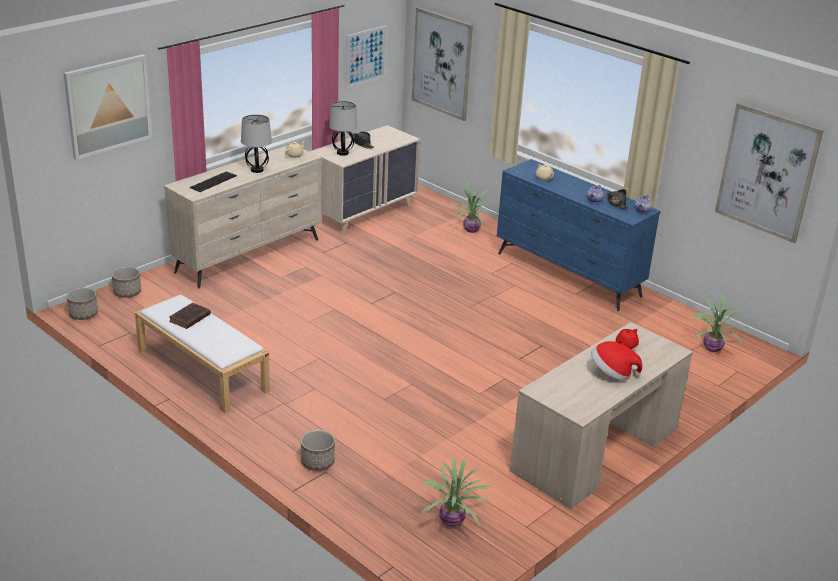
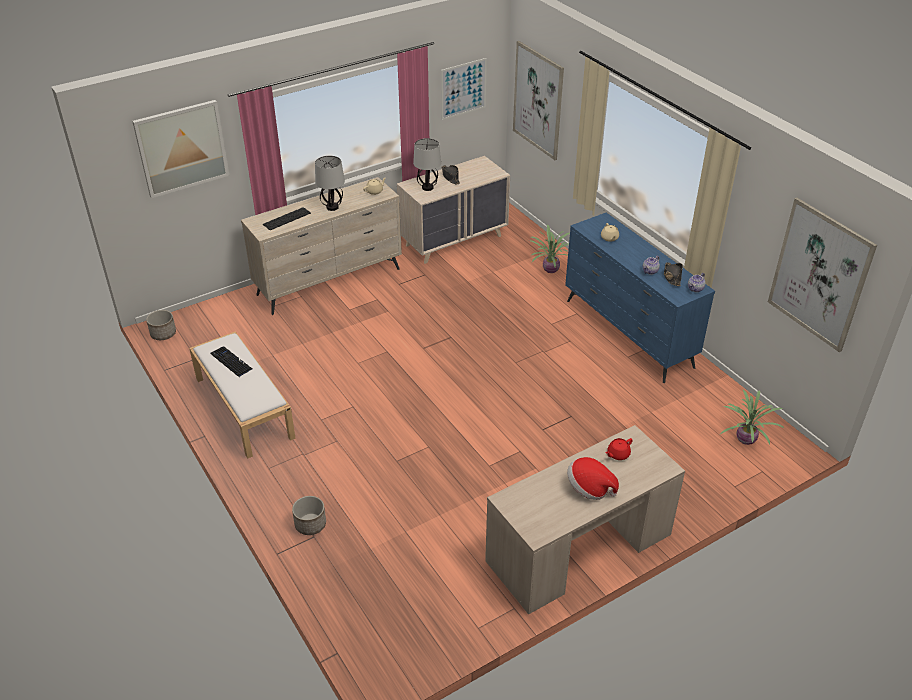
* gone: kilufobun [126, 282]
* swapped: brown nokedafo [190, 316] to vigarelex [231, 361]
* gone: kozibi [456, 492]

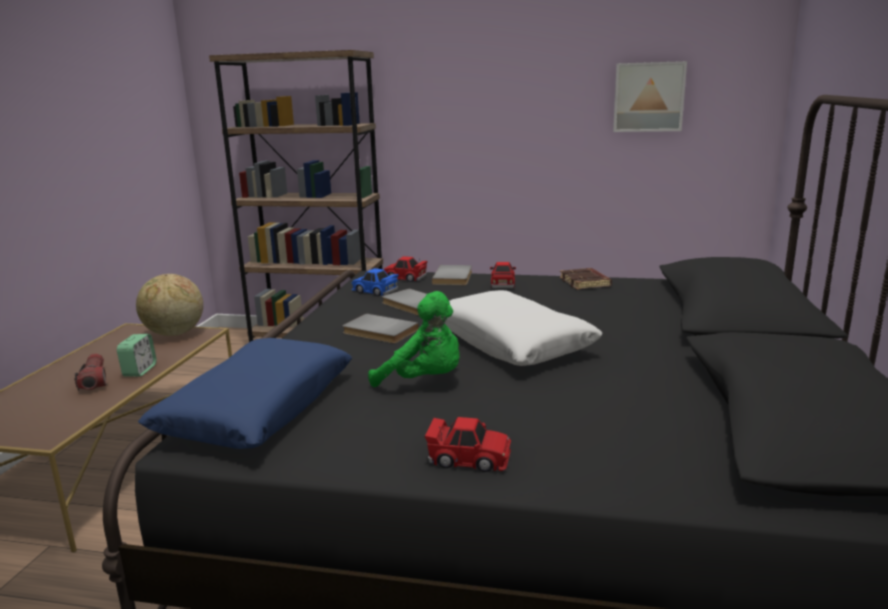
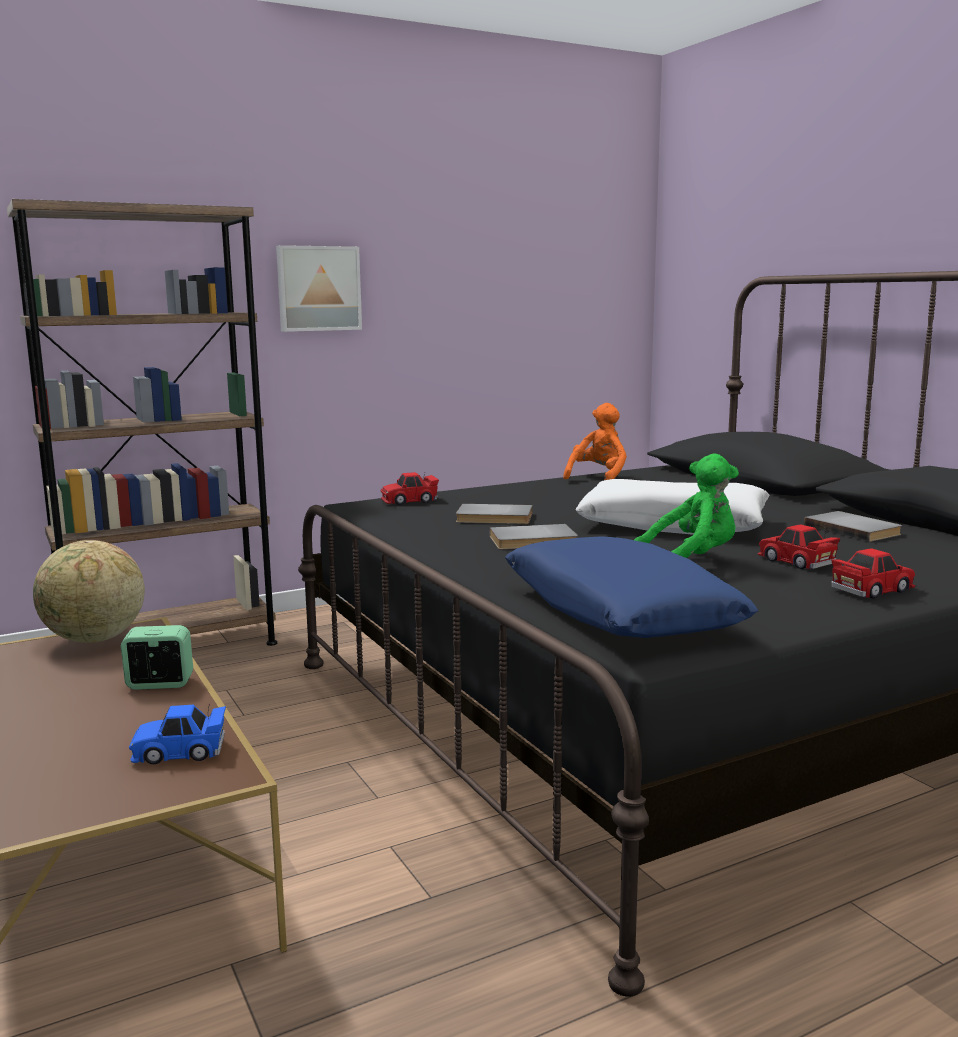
* shifted: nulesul [650, 96] to [319, 288]
* shifted: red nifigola [503, 275] to [799, 546]
* shifted: grey nokedafo [452, 275] to [853, 526]
* shifted: blue nifigola [375, 282] to [177, 734]
* swapped: brown nokedafo [586, 279] to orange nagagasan [595, 441]
* rotated: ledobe [137, 355] = [157, 657] 60 degrees counterclockwise
* gone: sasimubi [90, 372]

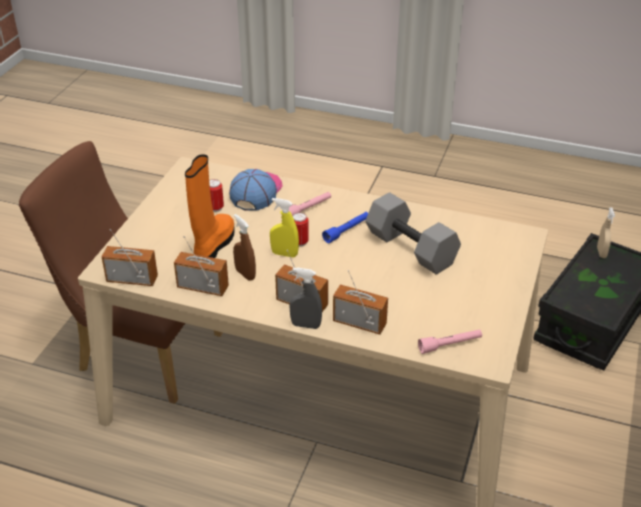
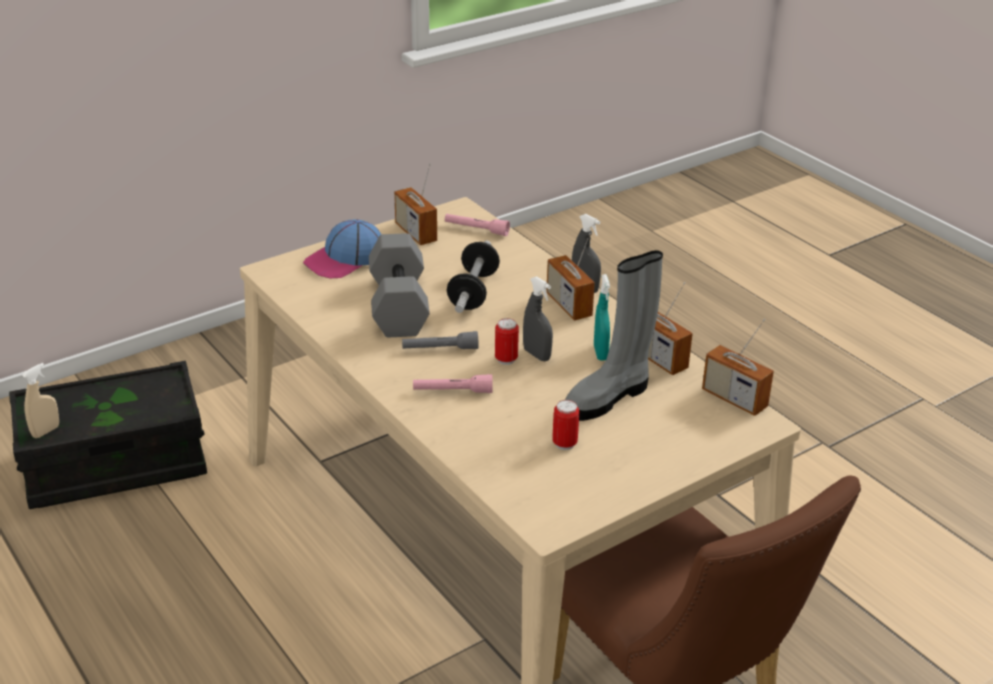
* repainted: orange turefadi [210, 206] to grey turefadi [614, 335]
* shifted: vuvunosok [255, 190] to [342, 248]
* repainted: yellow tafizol [284, 227] to grey tafizol [538, 318]
* repainted: blue sasimubi [345, 227] to grey sasimubi [440, 340]
* repainted: brown tafizol [244, 247] to turquoise tafizol [602, 317]
* shifted: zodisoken [360, 302] to [415, 204]
* new: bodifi [473, 276]

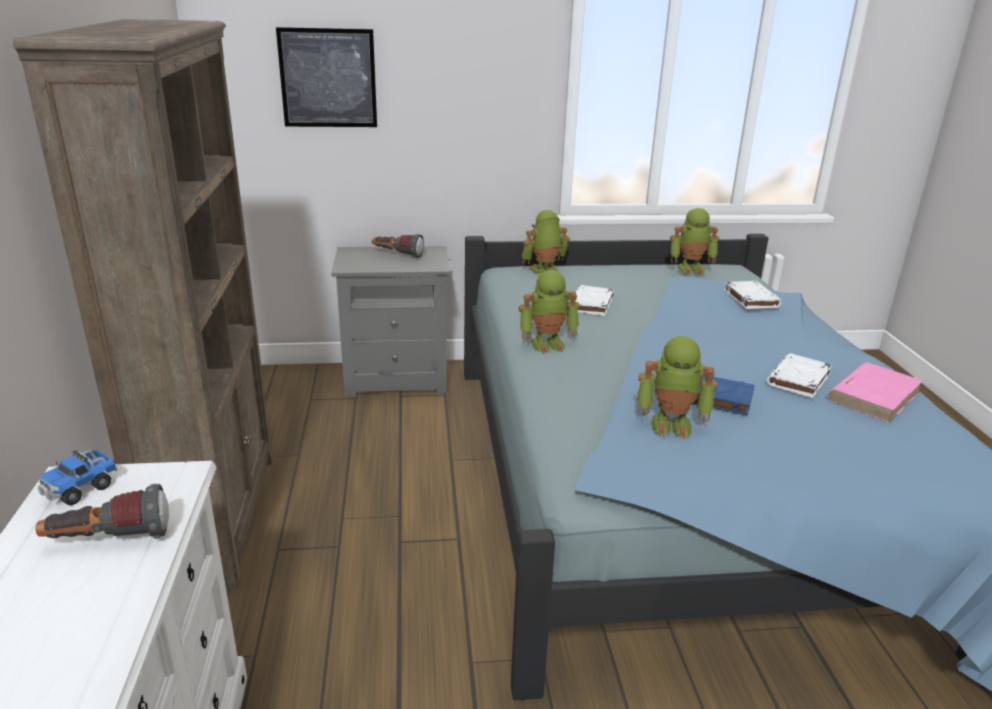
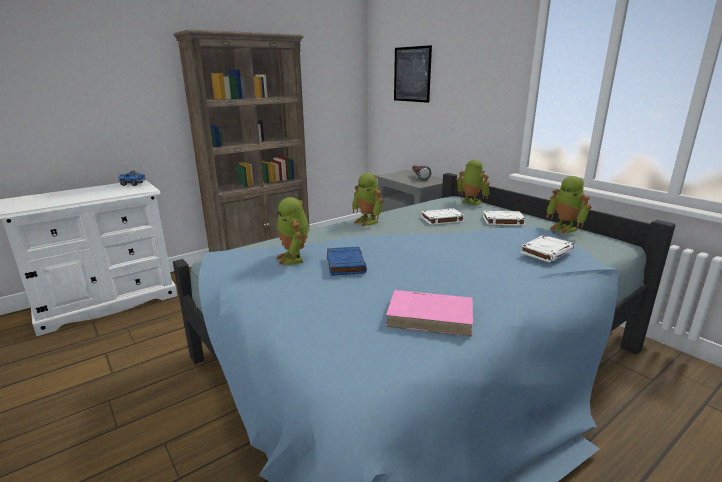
* shifted: white nokedafo [799, 375] to [504, 218]
* gone: sasimubi [102, 511]

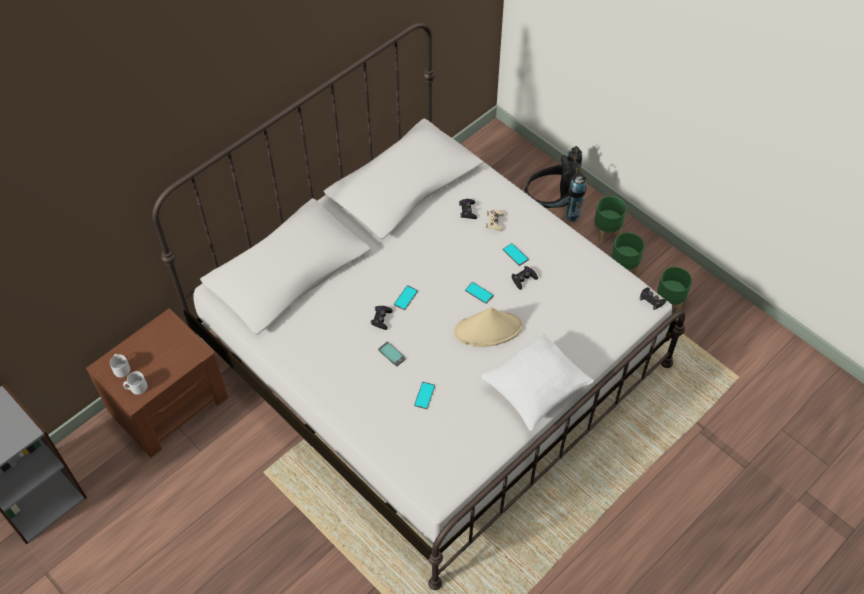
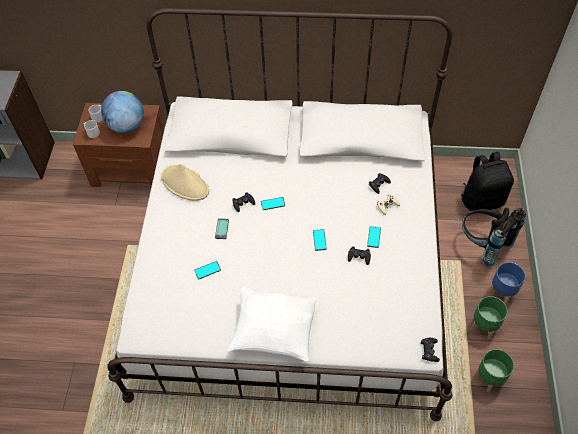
* repainted: green kilufobun [610, 219] to blue kilufobun [507, 283]
* shifted: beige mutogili [488, 327] to [185, 182]
* new: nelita [122, 112]
* new: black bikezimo [487, 181]

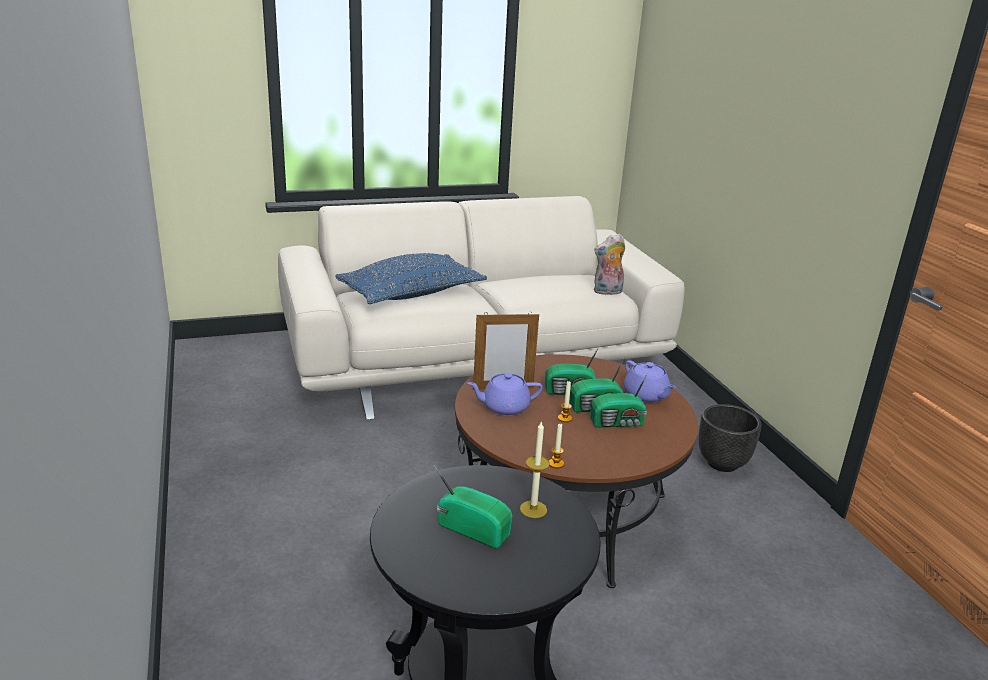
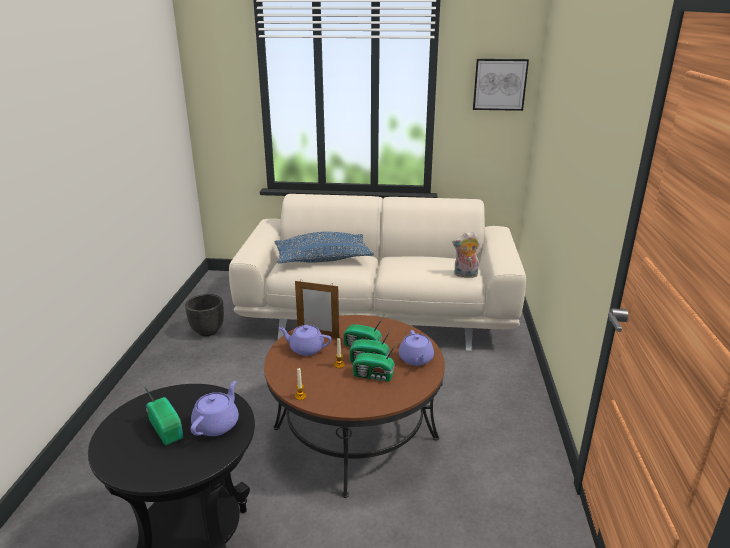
* shifted: black kilufobun [730, 438] to [204, 315]
* swapped: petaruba [535, 469] to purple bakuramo [214, 408]
* new: nulesul [501, 85]

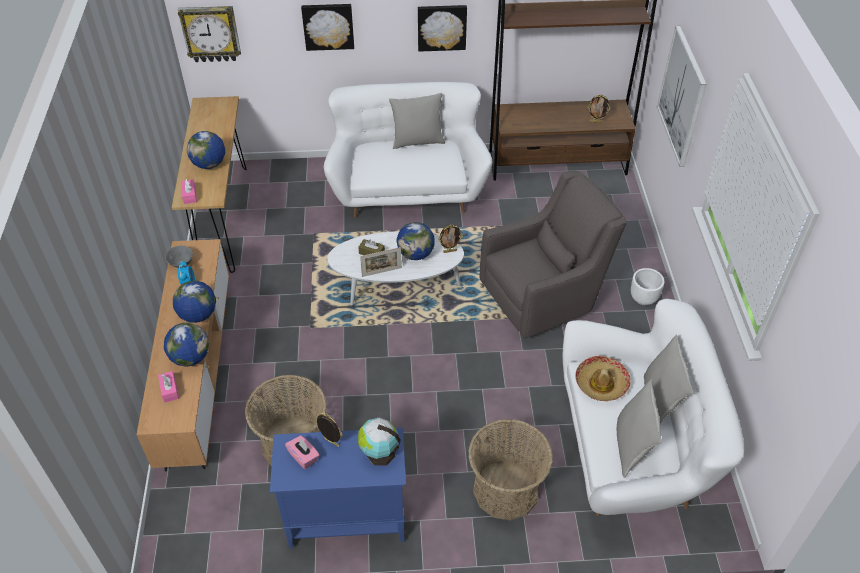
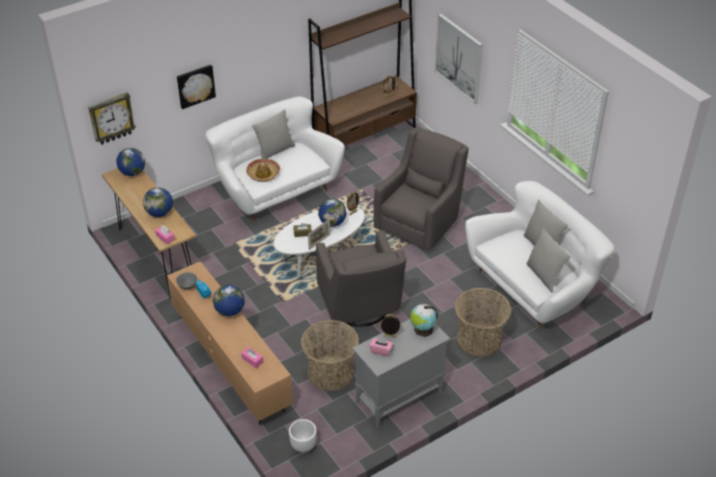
* gone: nulesul [442, 28]
* shifted: white kilufobun [647, 286] to [303, 435]
* shifted: nelita [186, 345] to [130, 162]
* shifted: mutogili [603, 379] to [263, 170]
* repainted: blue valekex [338, 488] to grey valekex [401, 373]
* new: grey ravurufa [361, 278]

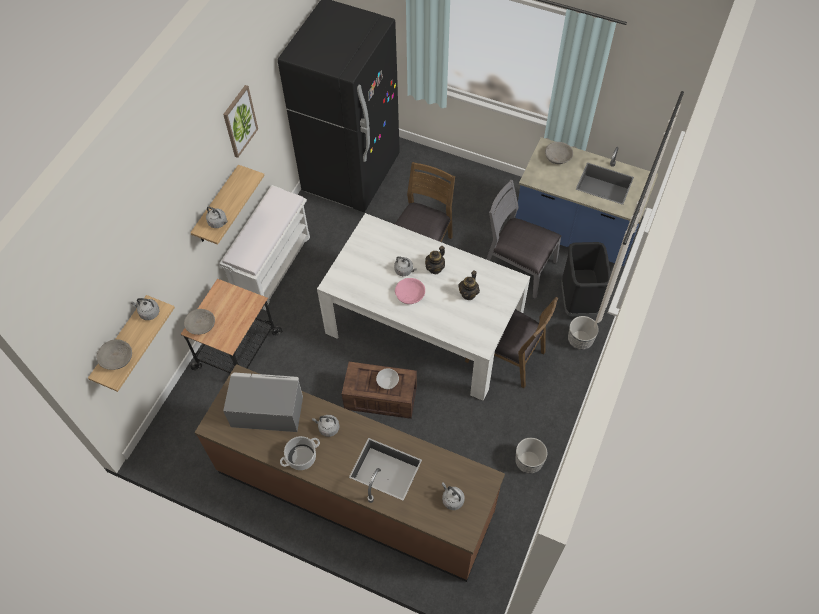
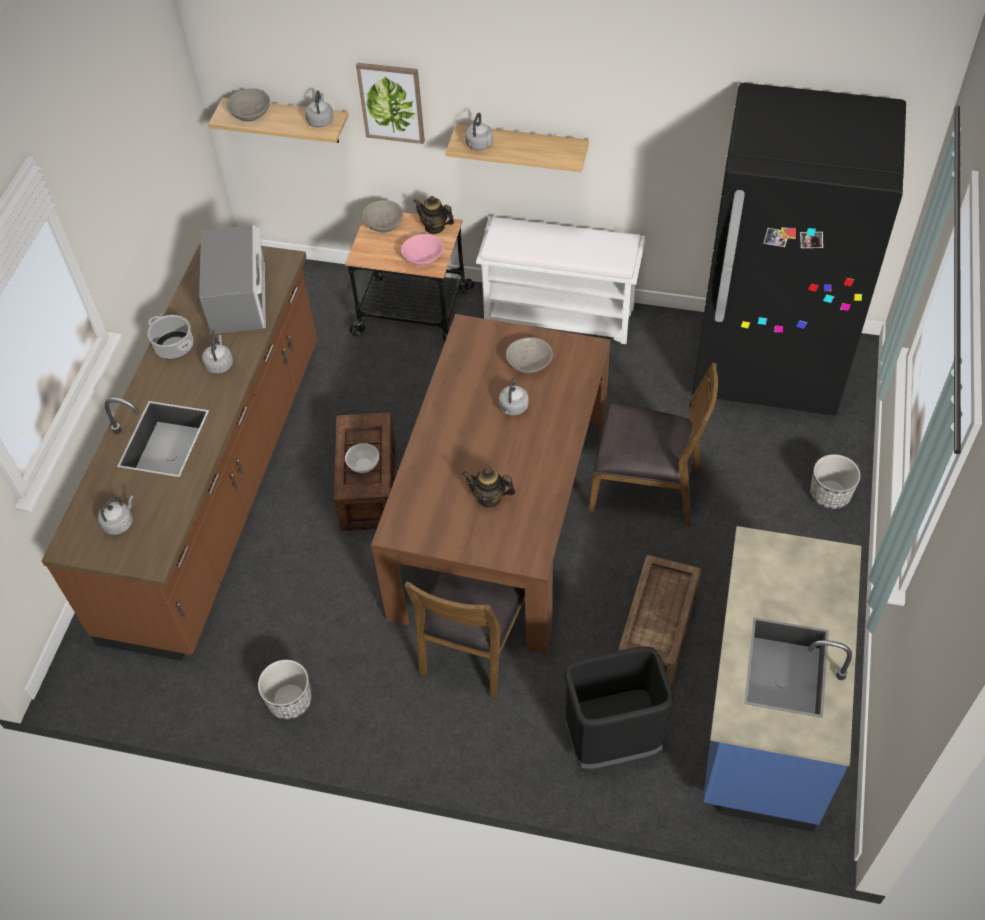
* shifted: nulesul [240, 121] to [390, 103]
* shifted: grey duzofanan [559, 153] to [529, 355]
* swapped: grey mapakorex [523, 239] to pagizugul [659, 621]
* repainted: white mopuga [423, 307] to brown mopuga [490, 484]
* shifted: bakuramo [435, 260] to [434, 215]
* shifted: pink duzofanan [410, 291] to [422, 250]
* shifted: kilufobun [583, 333] to [835, 481]

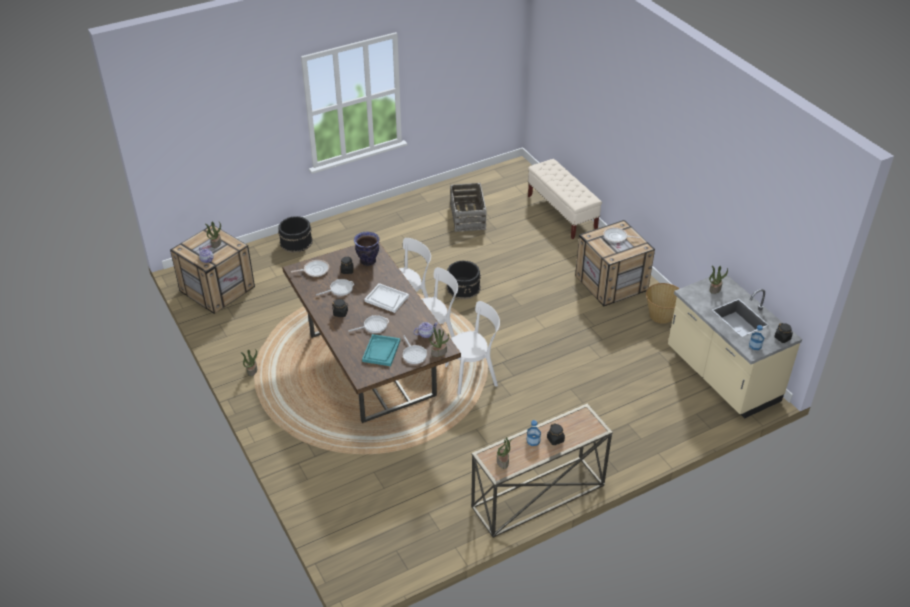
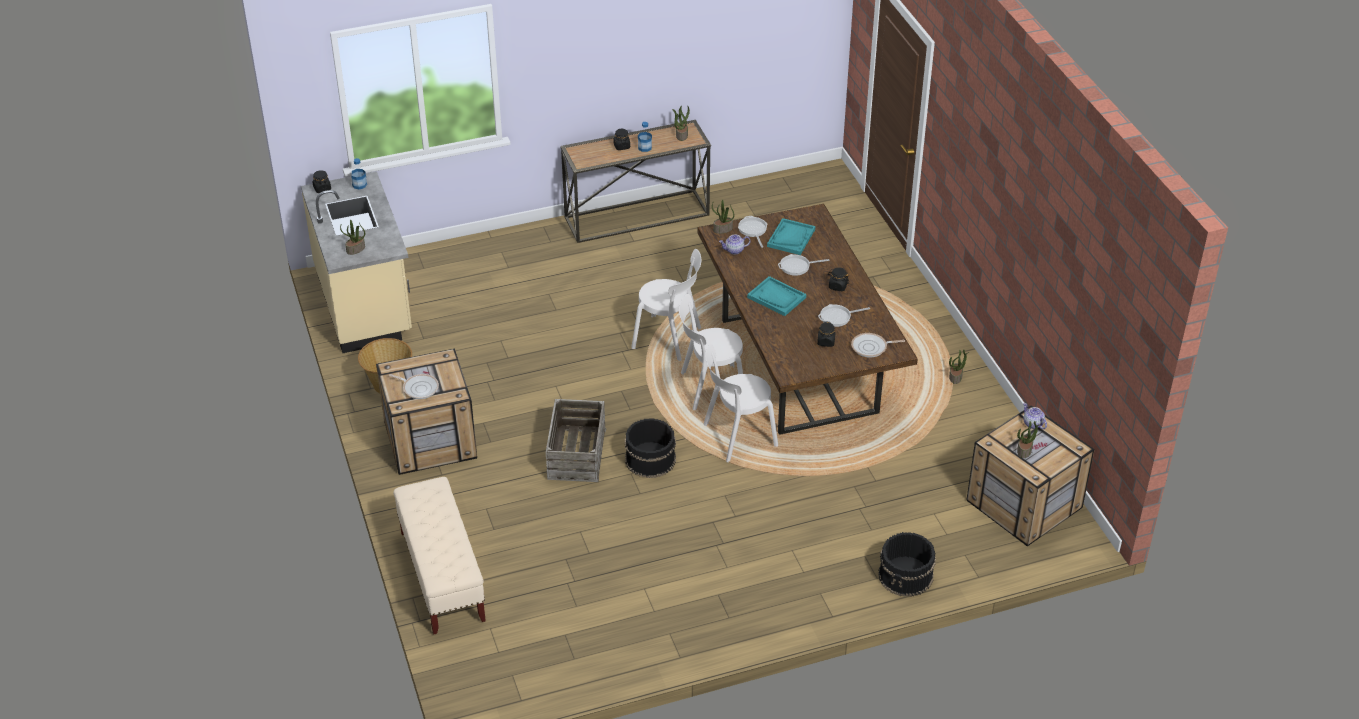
* shifted: pagizugul [468, 207] to [576, 440]
* gone: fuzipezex [367, 249]
* repainted: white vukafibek [386, 298] to turquoise vukafibek [776, 296]
* rotated: white mapakorex [472, 348] = [666, 305] 150 degrees counterclockwise

